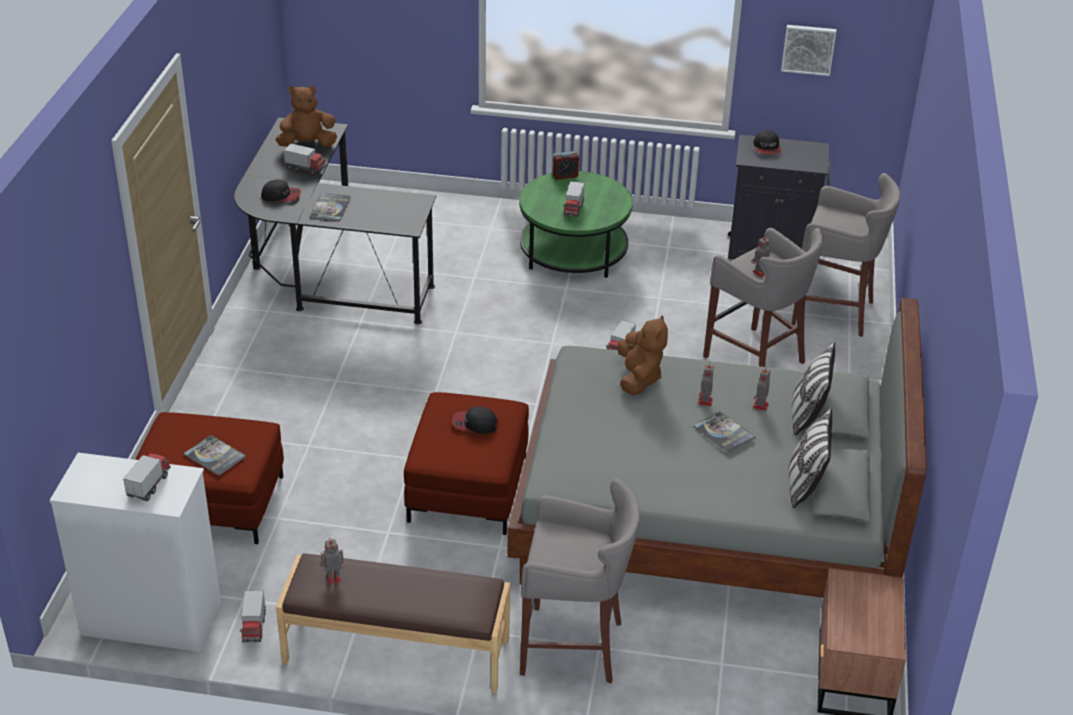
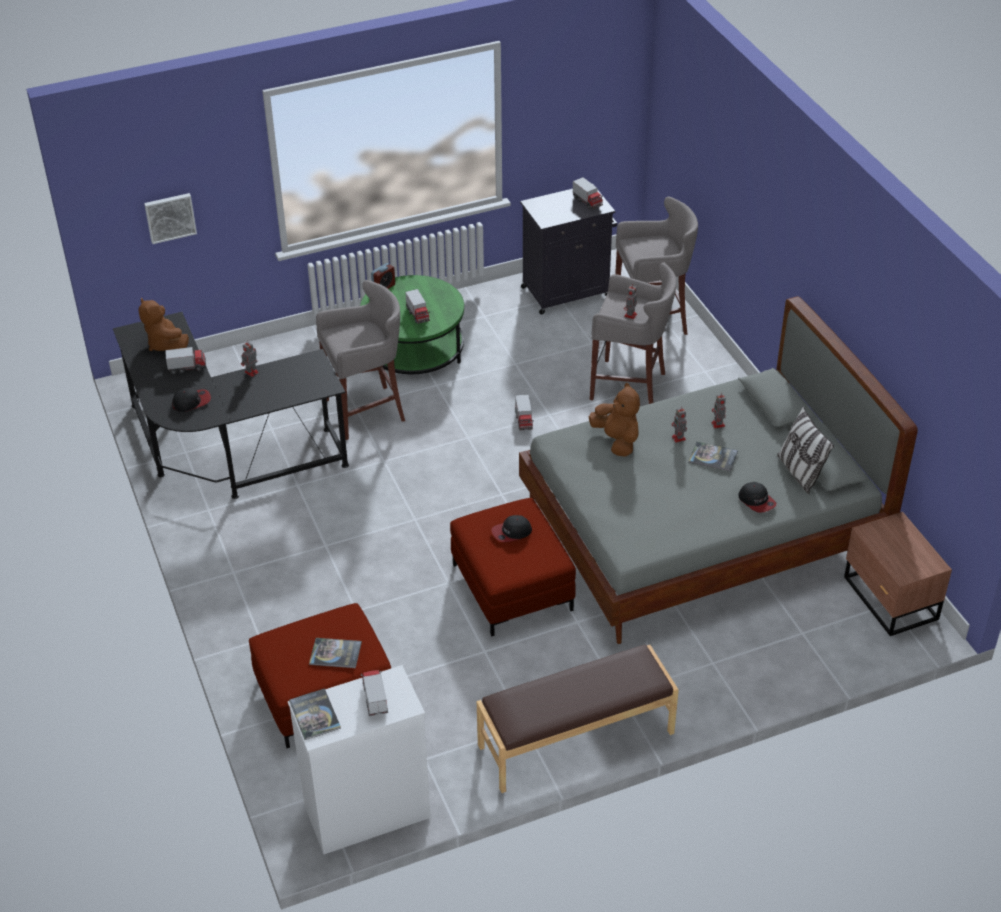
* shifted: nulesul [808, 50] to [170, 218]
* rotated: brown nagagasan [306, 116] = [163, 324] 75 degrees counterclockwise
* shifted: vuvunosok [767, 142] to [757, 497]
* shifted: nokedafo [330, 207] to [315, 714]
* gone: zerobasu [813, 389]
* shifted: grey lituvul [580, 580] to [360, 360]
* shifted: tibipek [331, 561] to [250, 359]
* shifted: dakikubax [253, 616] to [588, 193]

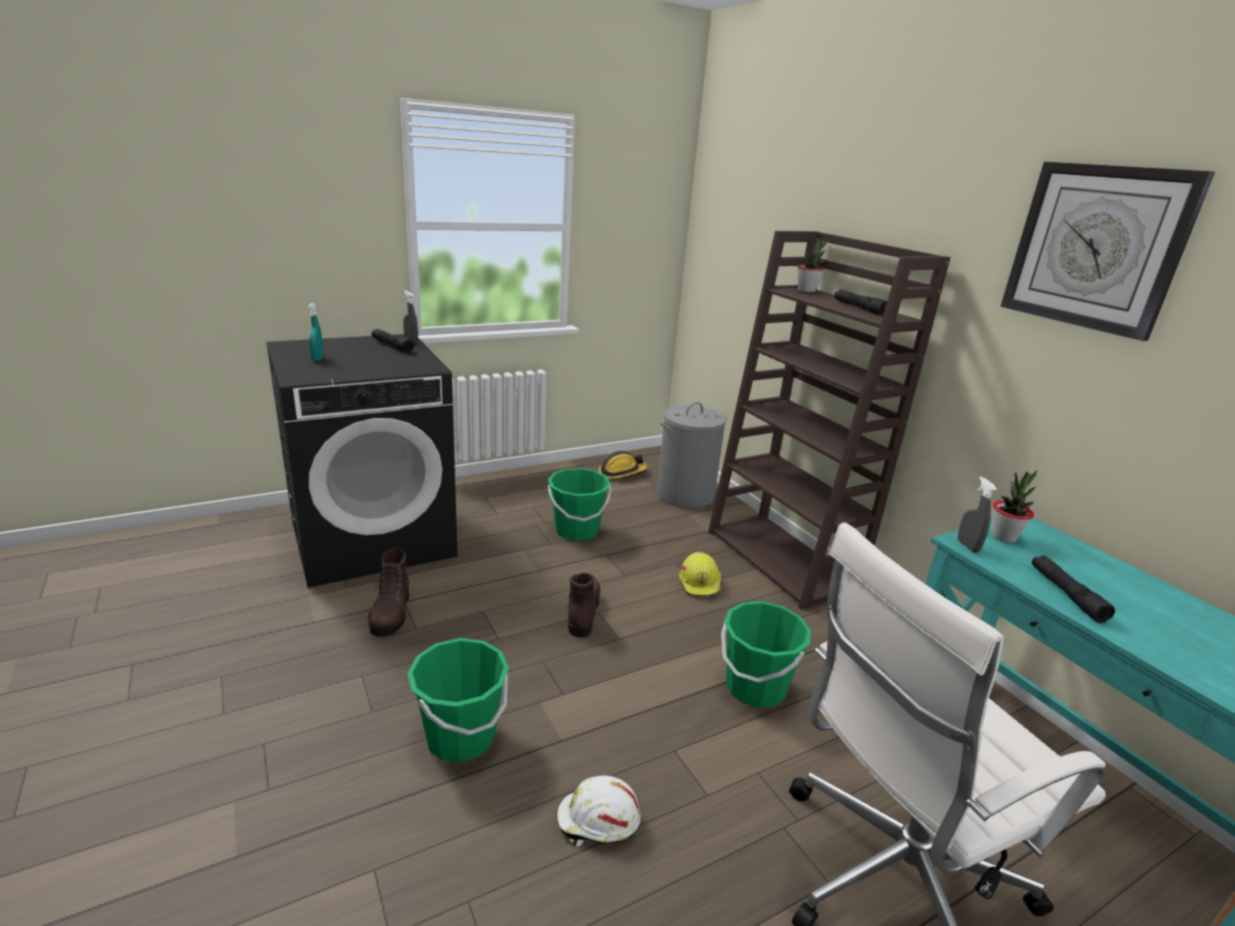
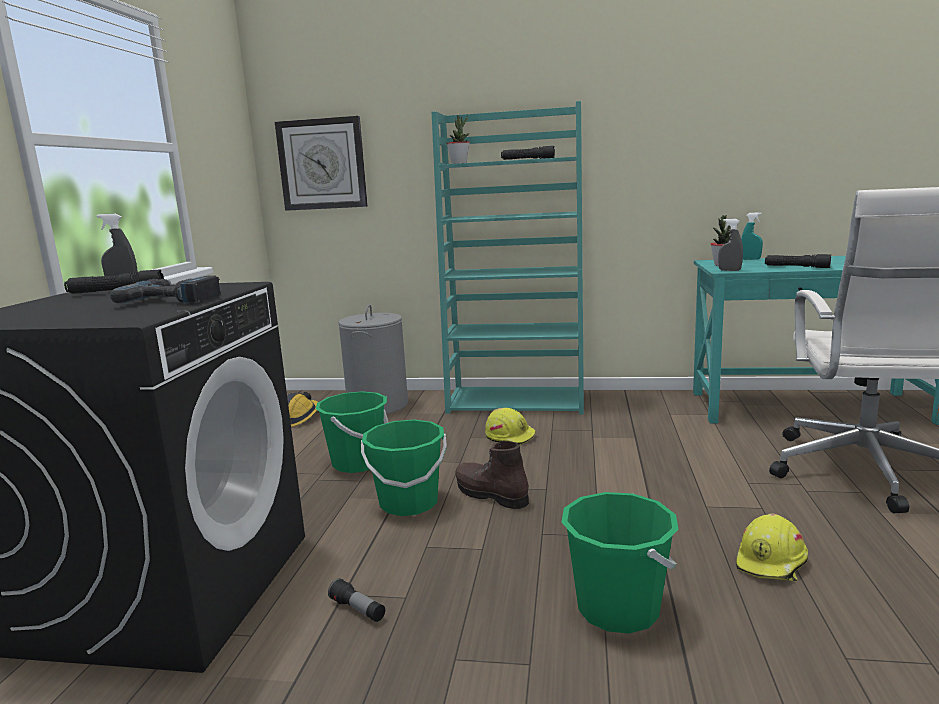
* shifted: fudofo [1107, 251] to [321, 163]
* repainted: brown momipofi [829, 420] to turquoise momipofi [507, 258]
* shifted: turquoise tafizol [316, 332] to [752, 236]
* swapped: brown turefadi [388, 592] to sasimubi [356, 600]
* shifted: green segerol [766, 654] to [404, 468]
* repainted: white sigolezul [598, 811] to yellow sigolezul [772, 548]
* new: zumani [166, 289]

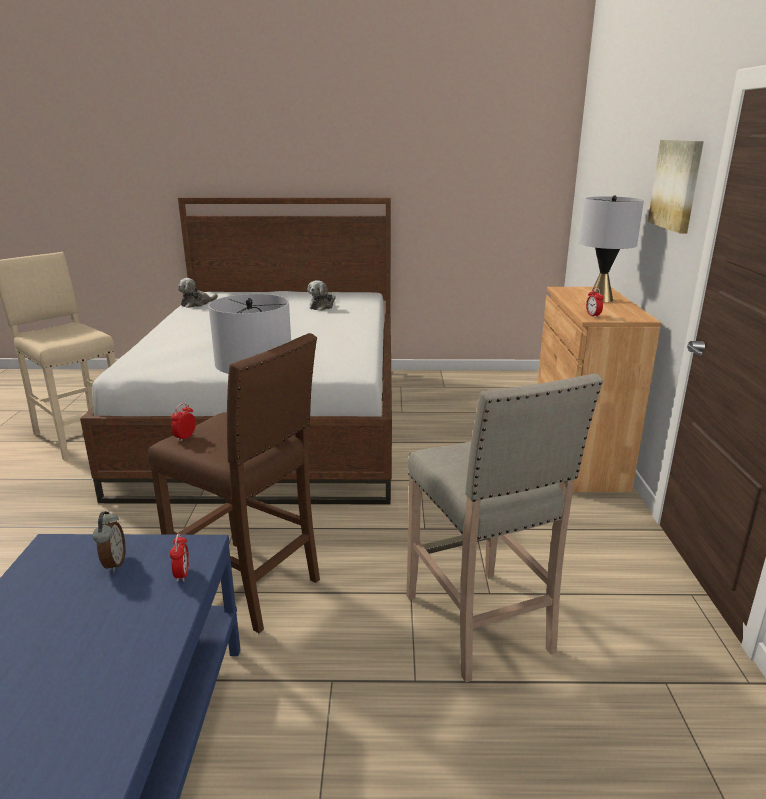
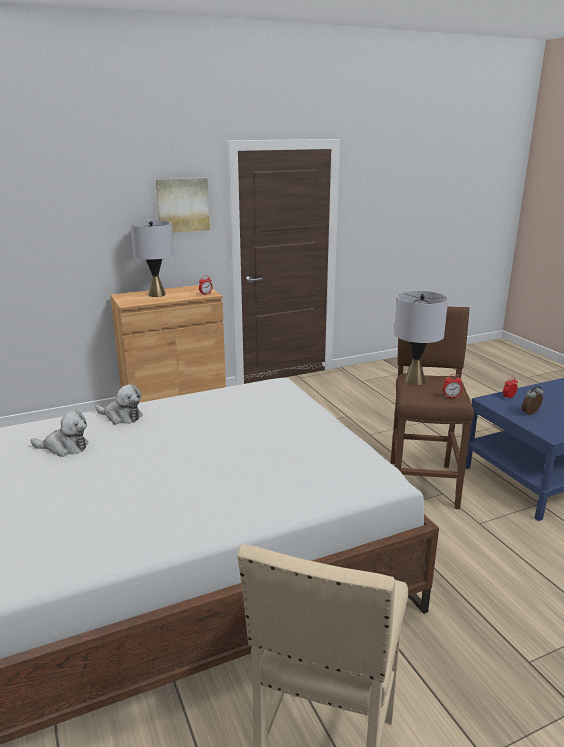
* shifted: nagagasan [198, 293] to [119, 404]
* gone: beige lituvul [505, 528]

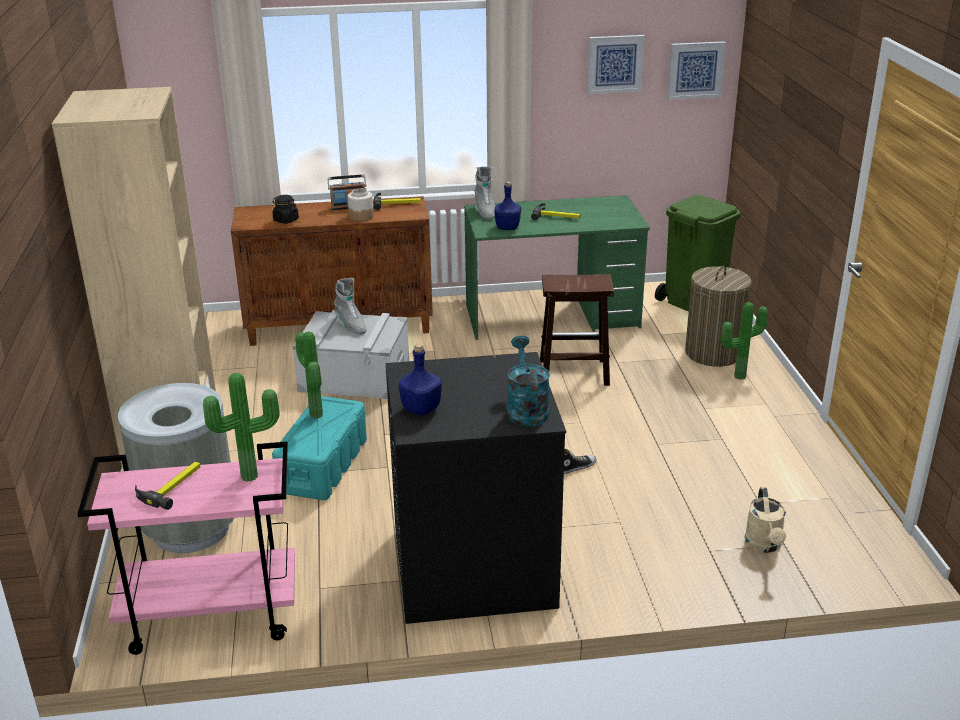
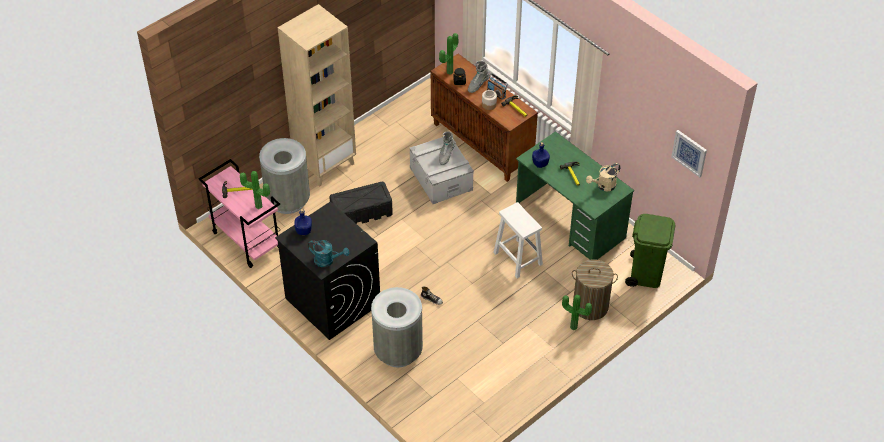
* gone: nulesul [616, 64]
* shifted: grey turefadi [485, 193] to [479, 77]
* repainted: brown lituvul [577, 330] to white lituvul [518, 240]
* shifted: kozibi [309, 375] to [448, 54]
* rotated: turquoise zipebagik [528, 381] = [328, 253] 60 degrees clockwise
* repainted: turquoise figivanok [319, 448] to black figivanok [361, 203]
* shifted: beige zipebagik [765, 520] to [603, 177]
* new: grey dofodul [397, 327]

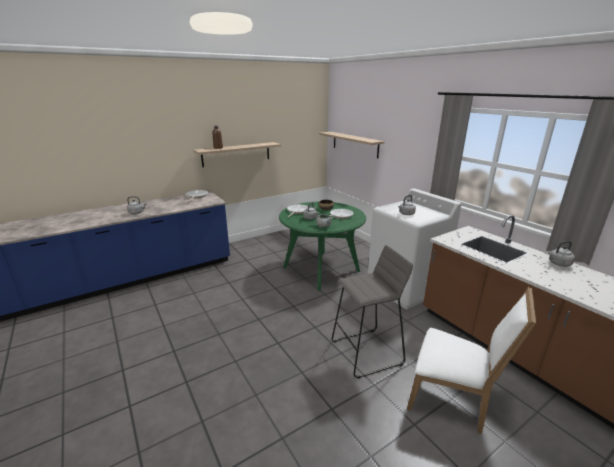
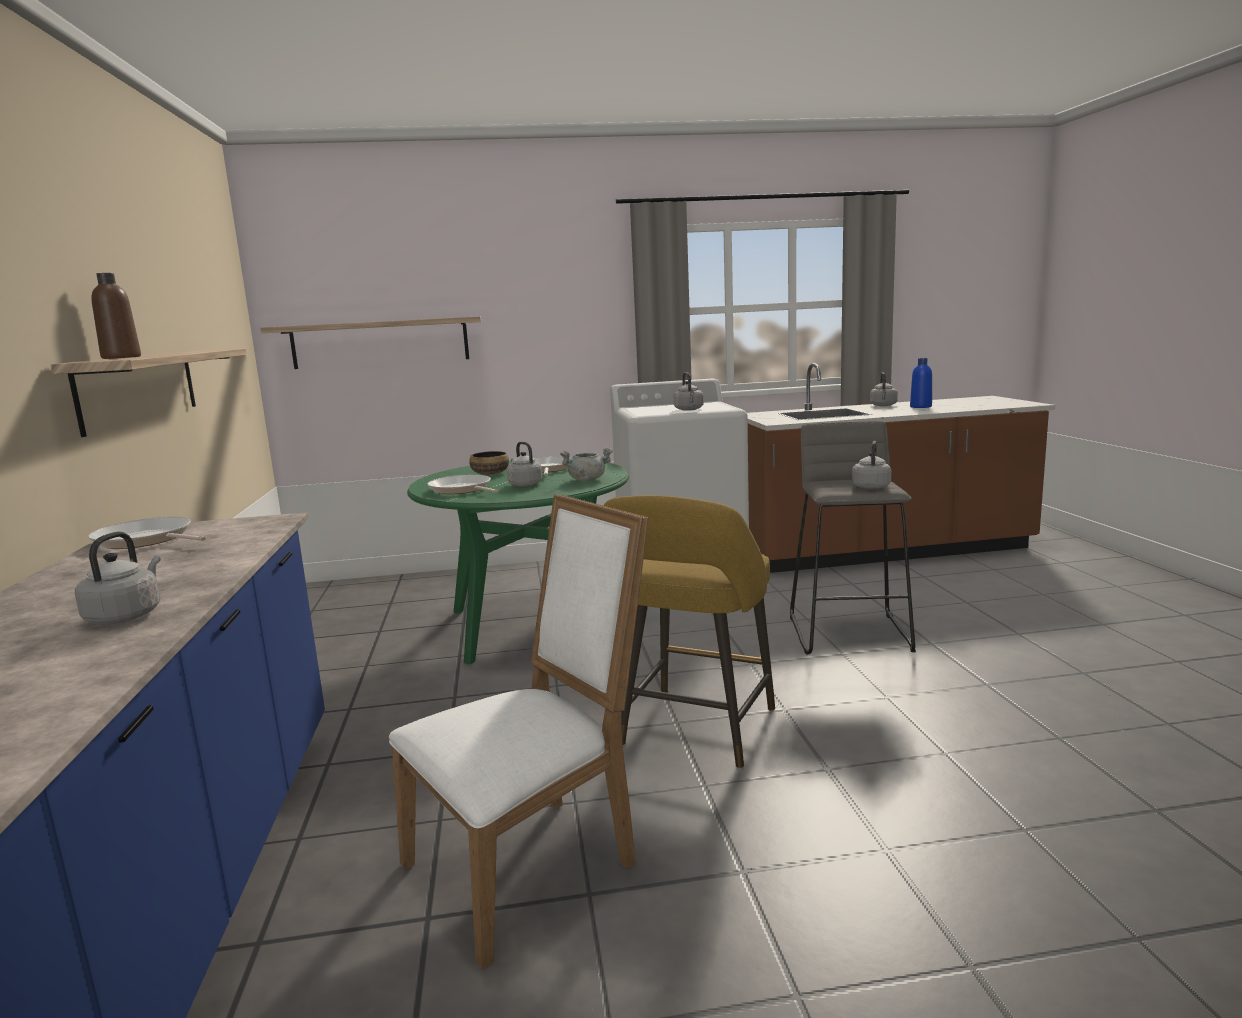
* shifted: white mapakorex [471, 360] to [519, 731]
* new: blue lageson [921, 383]
* new: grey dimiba [871, 465]
* new: yellow lituvul [689, 632]

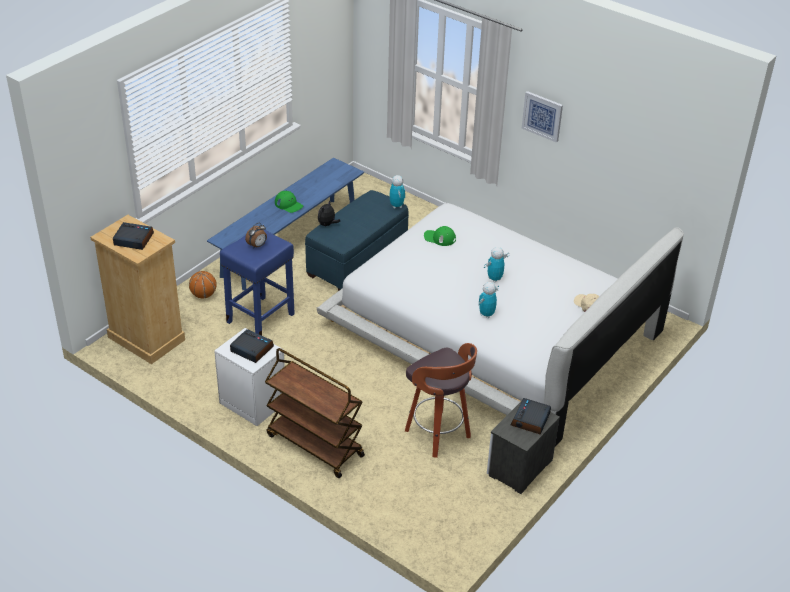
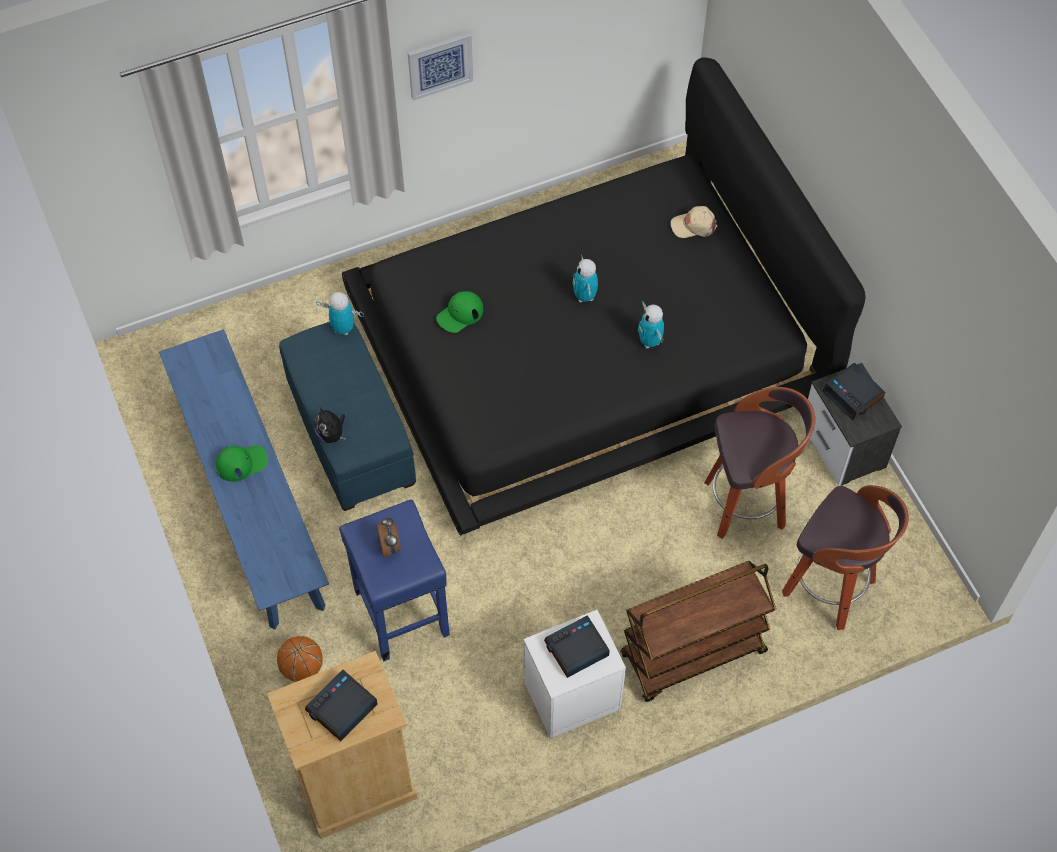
* repainted: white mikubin [500, 325] to black mikubin [603, 296]
* new: lituvul [845, 557]

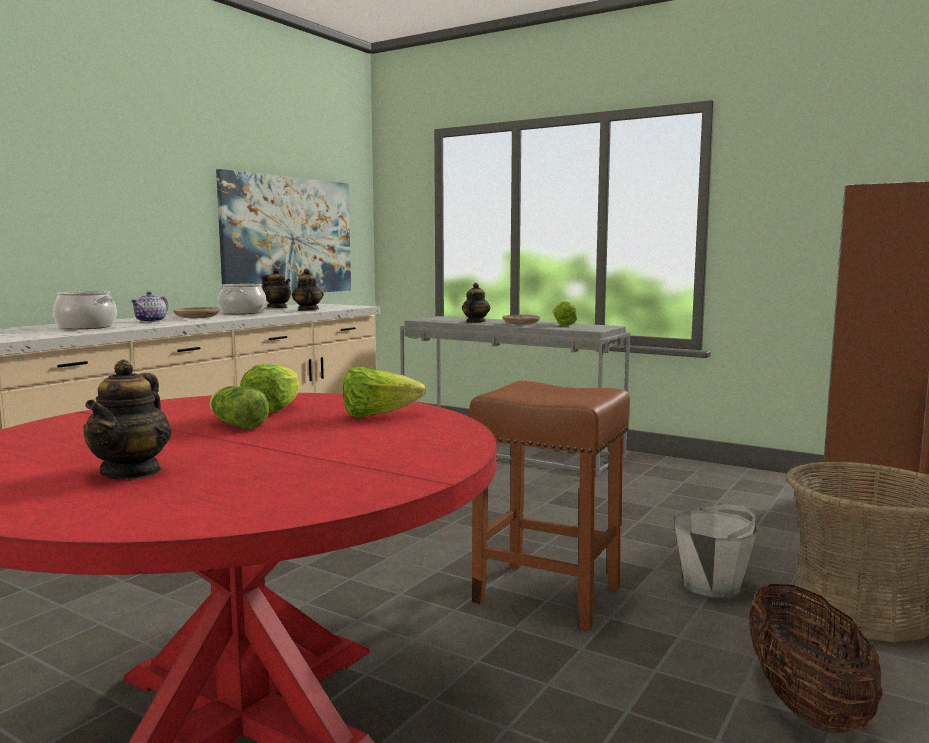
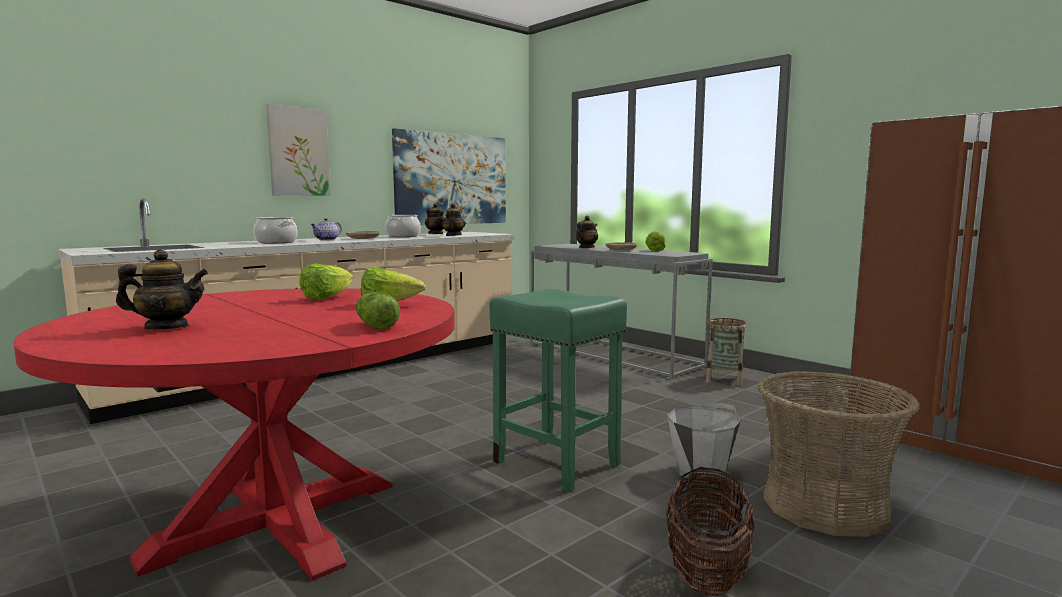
* rotated: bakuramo [127, 419] = [162, 289] 120 degrees counterclockwise
* repainted: brown lituvul [550, 505] to green lituvul [558, 390]
* shifted: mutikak [239, 408] to [378, 311]
* new: nulesul [298, 150]
* new: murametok [726, 352]

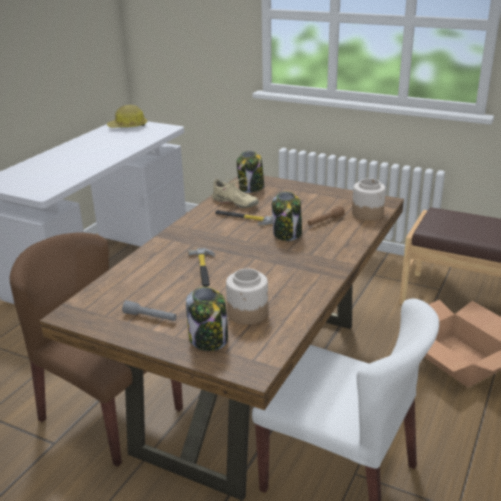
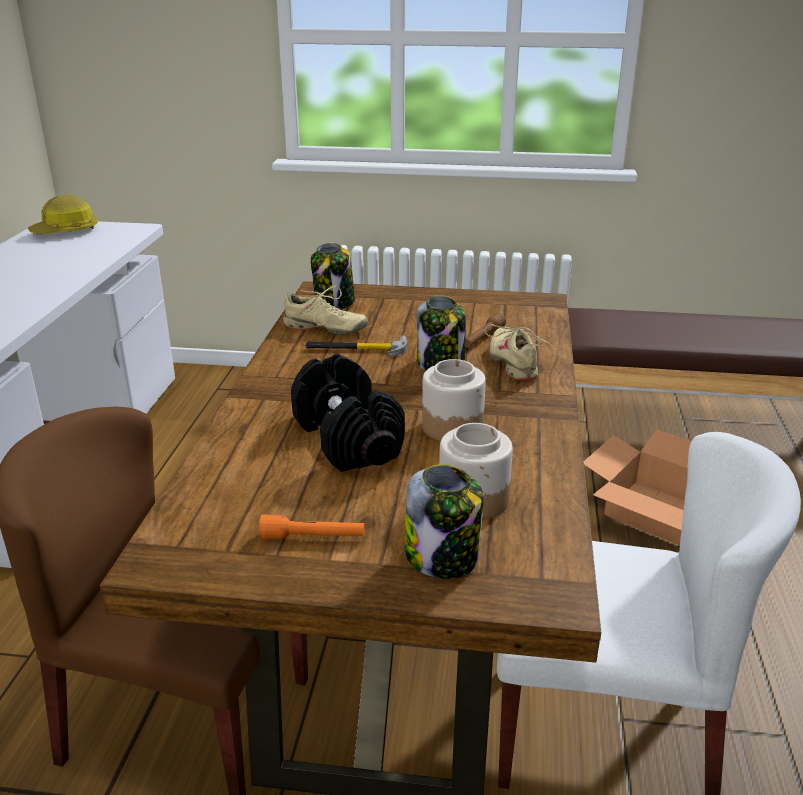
* shifted: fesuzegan [369, 199] to [454, 400]
* swapped: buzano [201, 267] to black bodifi [348, 413]
* repainted: grey sasimubi [149, 310] to orange sasimubi [312, 526]
* new: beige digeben [518, 352]

